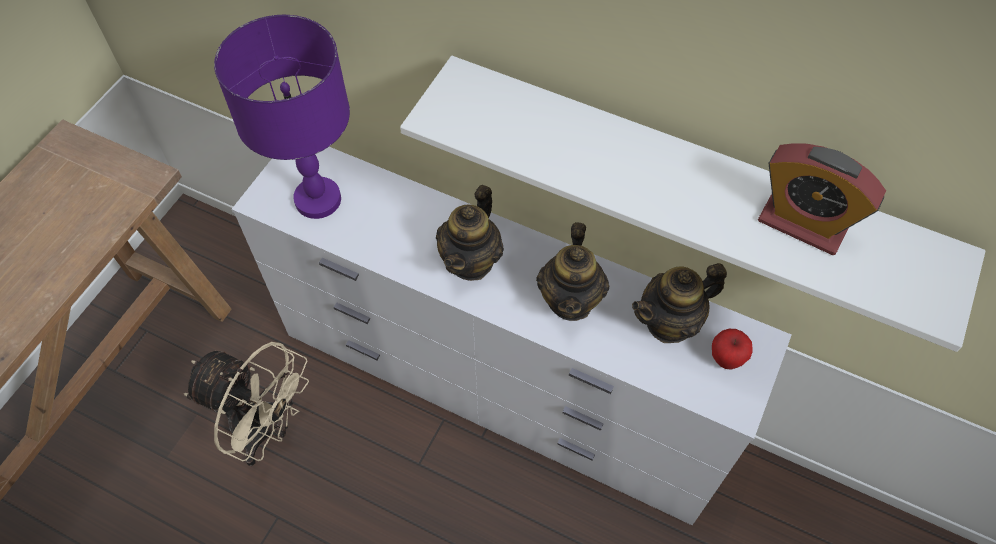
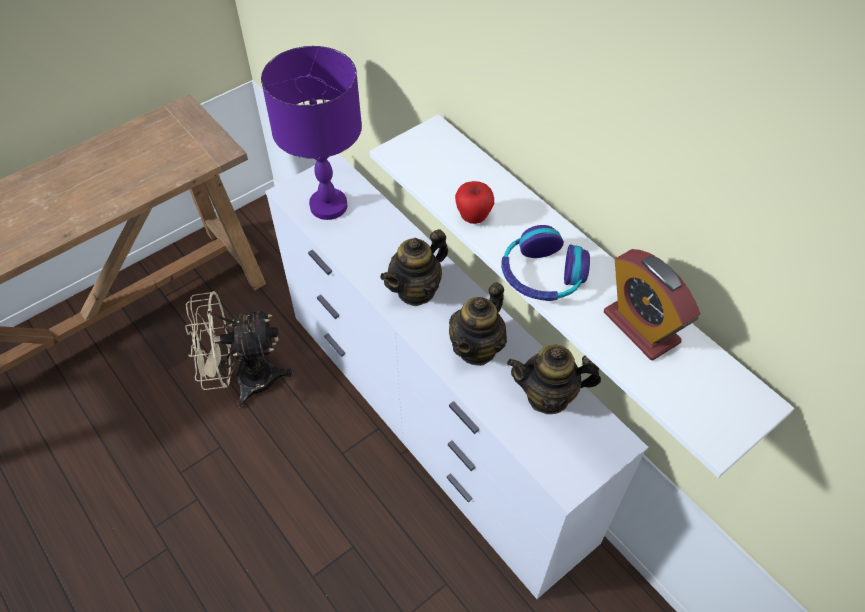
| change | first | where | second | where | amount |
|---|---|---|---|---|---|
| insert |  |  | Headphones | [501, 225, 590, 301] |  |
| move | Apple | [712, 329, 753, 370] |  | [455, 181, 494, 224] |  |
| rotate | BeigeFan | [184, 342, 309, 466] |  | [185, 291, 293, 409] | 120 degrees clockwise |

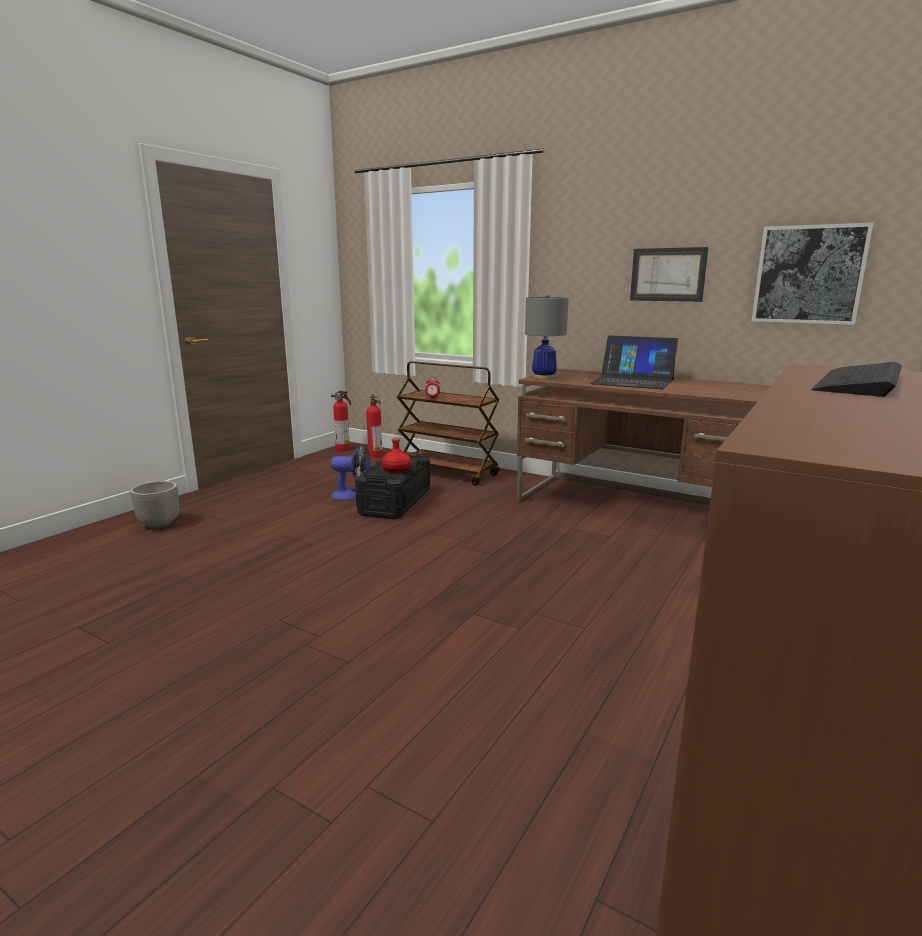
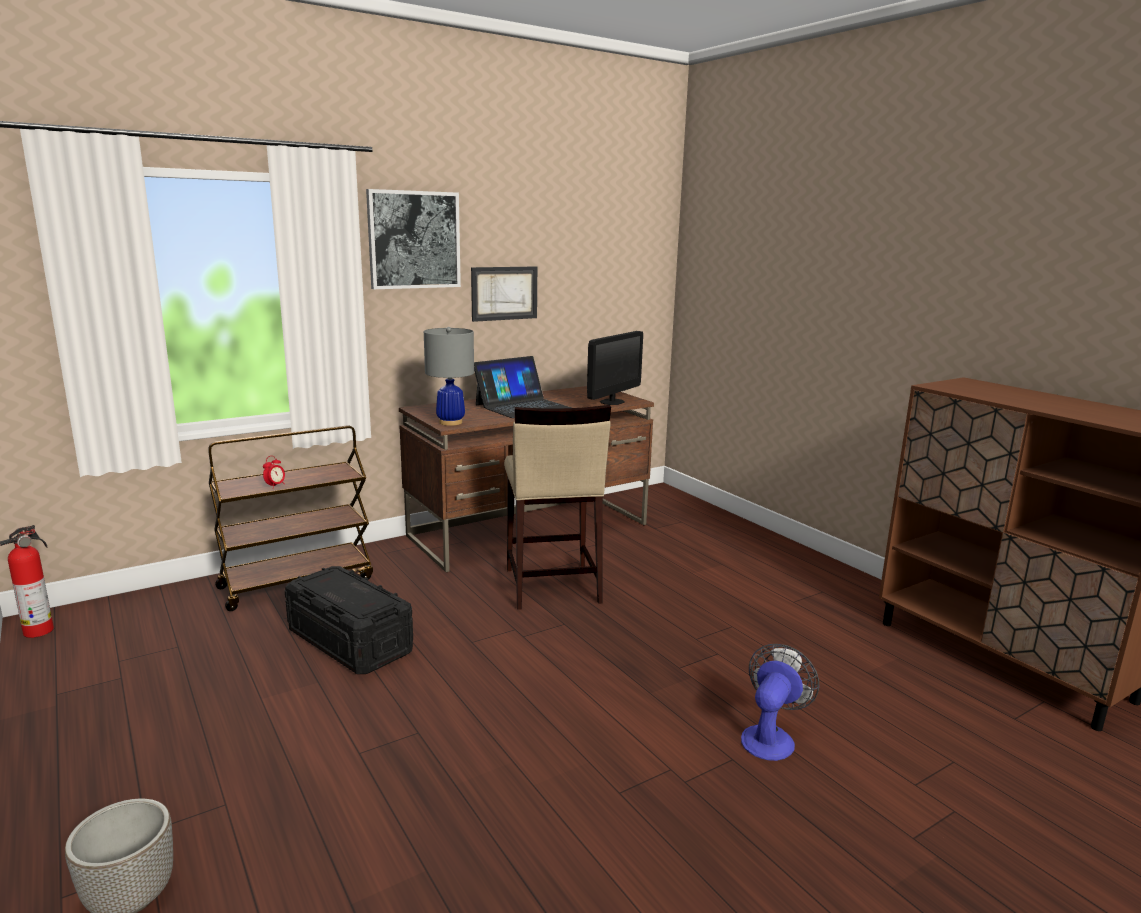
| change | first | where | second | where | amount |
|---|---|---|---|---|---|
| delete | FireExtinguisher | [366, 394, 383, 458] |  |  |  |
| delete | RedBottle | [381, 438, 412, 473] |  |  |  |
| delete | Keyboard | [811, 362, 902, 397] |  |  |  |
| insert |  |  | BeigeStool | [504, 405, 611, 610] |  |
| insert |  |  | Monitor | [587, 331, 643, 405] |  |
| move | Fan | [330, 444, 370, 500] |  | [741, 644, 819, 761] |  |
| move | Picture | [752, 223, 873, 325] |  | [366, 189, 461, 289] |  |

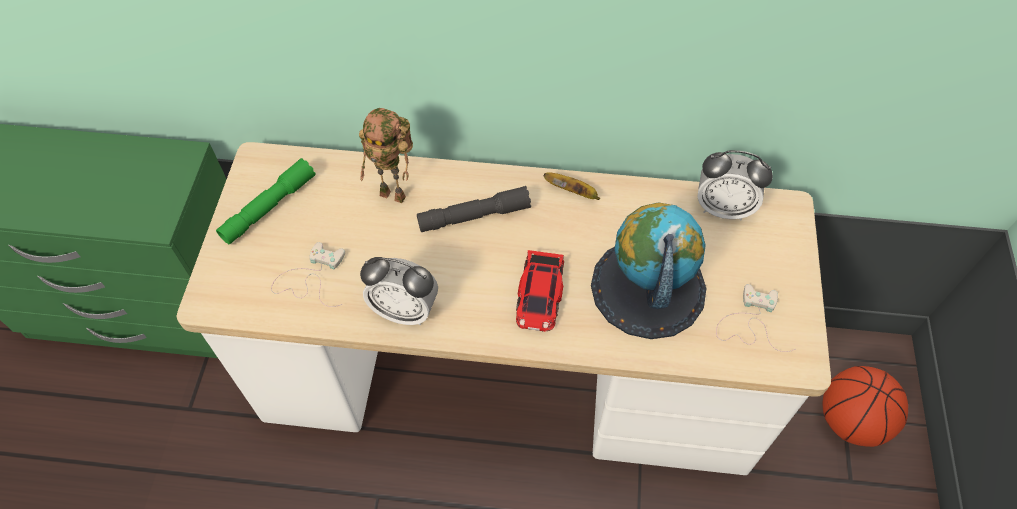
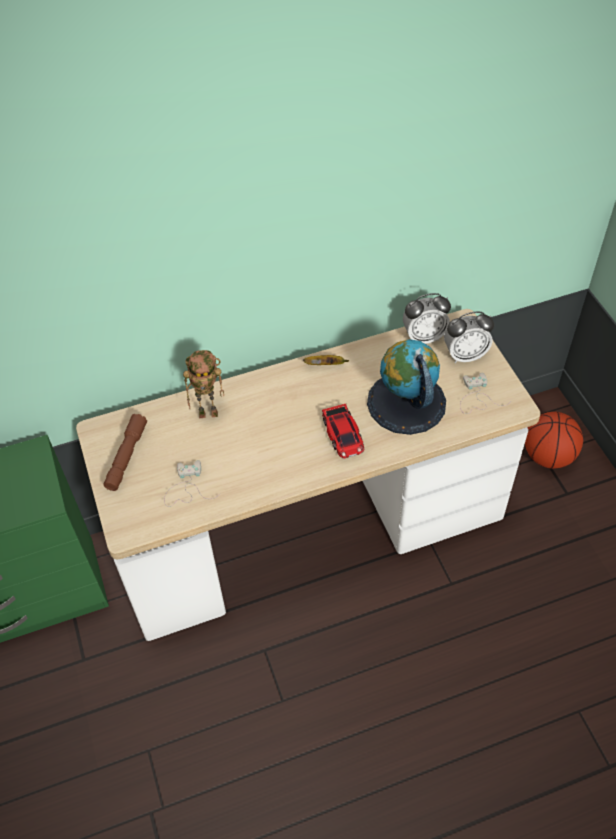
| change | first | where | second | where | amount |
|---|---|---|---|---|---|
| delete | GreyFlashlight | [417, 186, 531, 232] |  |  |  |
| move | AlarmClock | [360, 257, 438, 325] |  | [444, 312, 494, 363] |  |
| recolor | GreenFlashlight | [216, 158, 316, 244] | BrownFlashlight | [103, 414, 147, 491] |  |

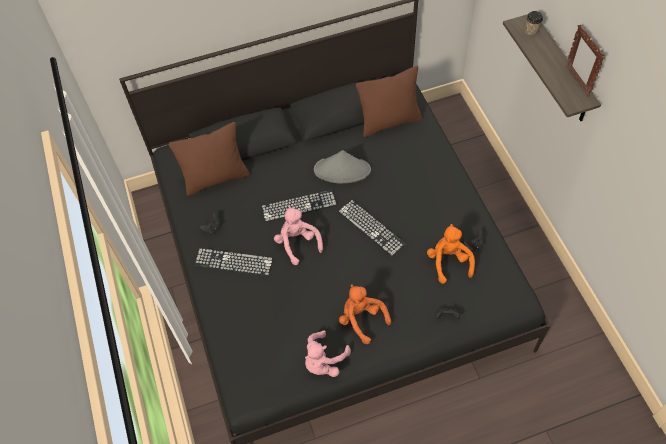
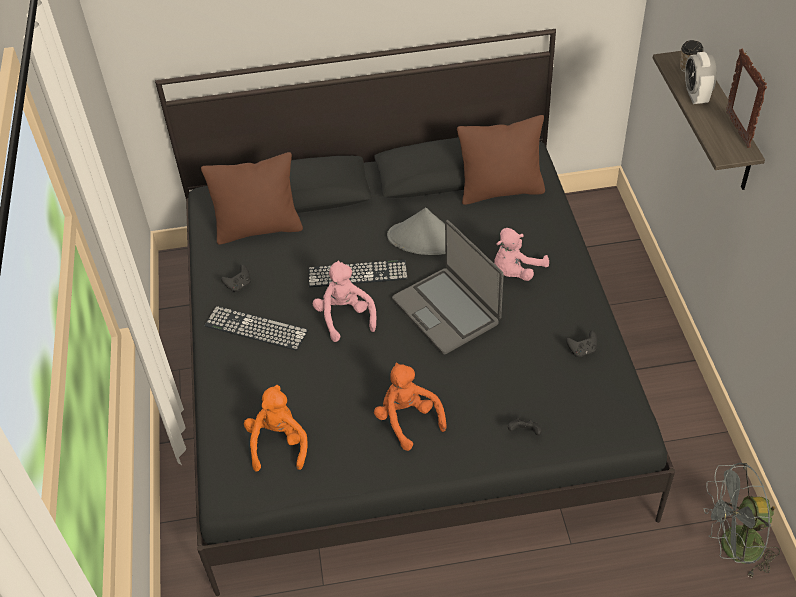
| change | first | where | second | where | amount |
|---|---|---|---|---|---|
| insert |  |  | AlarmClock | [685, 52, 717, 104] |  |
| insert |  |  | GreyFan | [704, 463, 780, 579] |  |
| move | PinkPlushToy | [305, 330, 351, 377] |  | [494, 228, 549, 281] |  |
| move | OrangePlushToy | [427, 224, 475, 284] |  | [244, 385, 308, 471] |  |
| replace | Keyboard | [338, 200, 405, 256] | Laptop | [392, 220, 503, 354] |  |

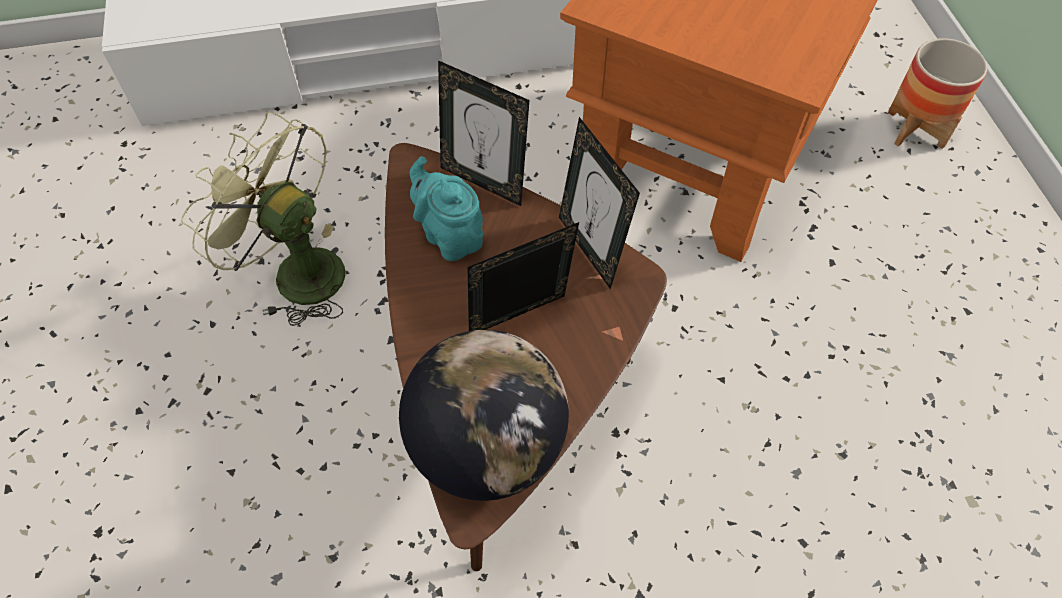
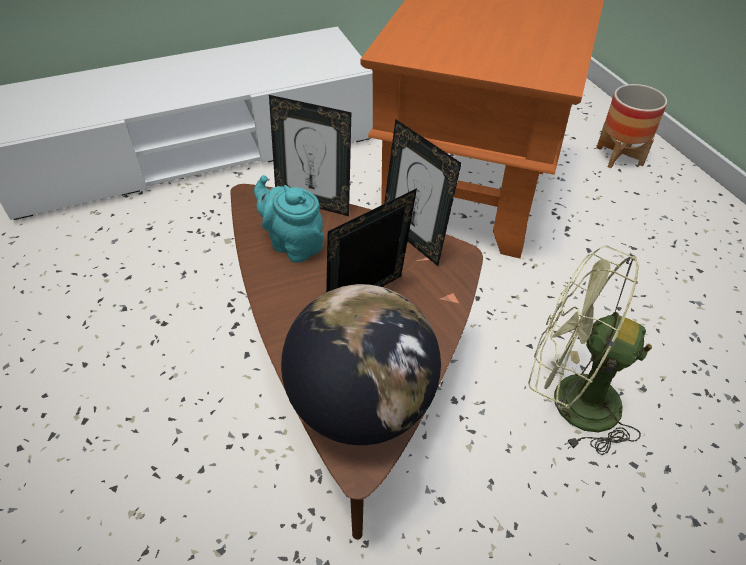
| change | first | where | second | where | amount |
|---|---|---|---|---|---|
| move | GreenFan | [181, 111, 346, 326] |  | [528, 246, 652, 455] |  |

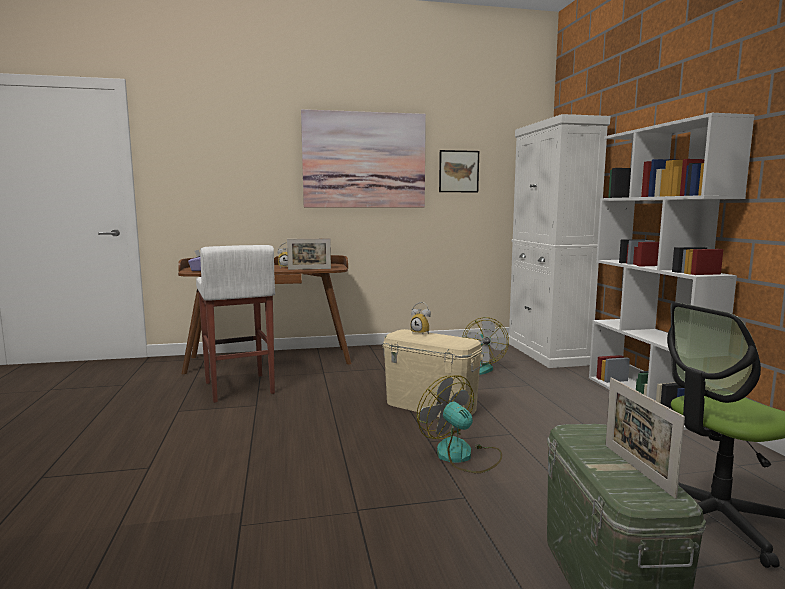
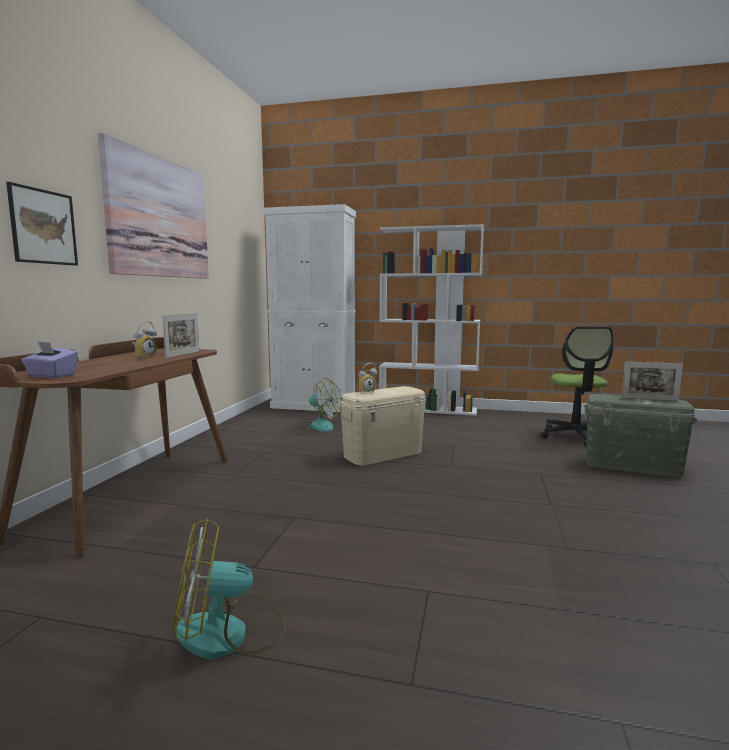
| change | first | where | second | where | amount |
|---|---|---|---|---|---|
| delete | WhiteStool | [196, 245, 275, 403] |  |  |  |
| move | Fan | [417, 375, 502, 473] |  | [173, 519, 285, 660] |  |
| move | Picture | [439, 150, 479, 192] |  | [6, 182, 78, 266] |  |

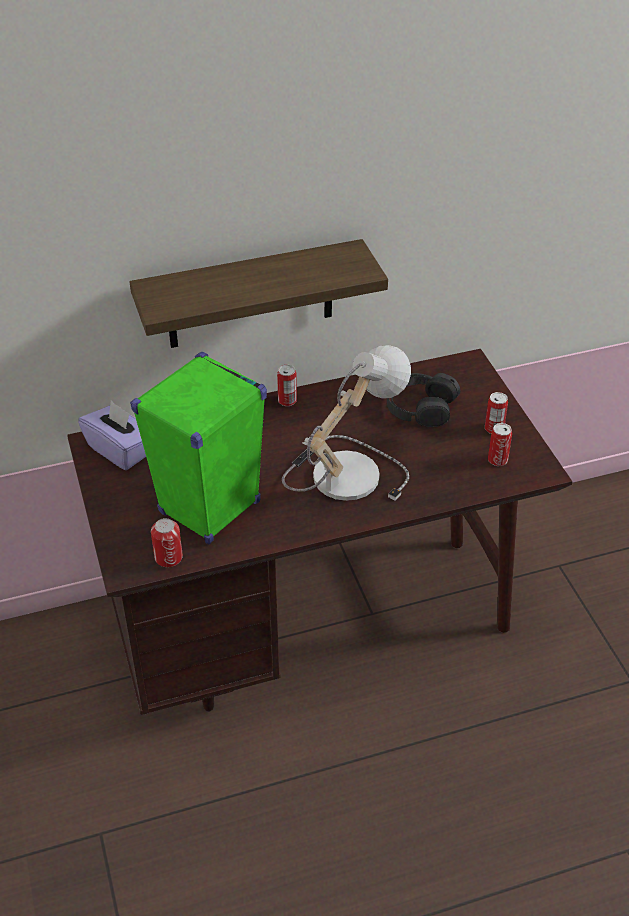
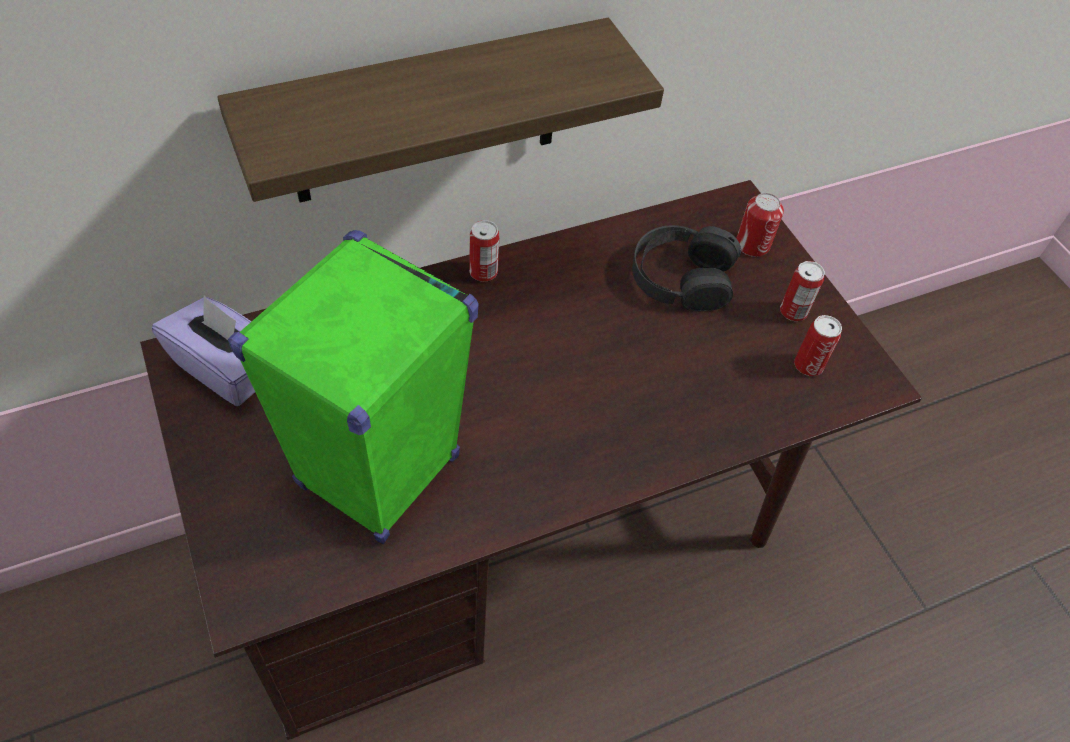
| change | first | where | second | where | amount |
|---|---|---|---|---|---|
| delete | TableLamp | [282, 345, 411, 501] |  |  |  |
| move | Can | [151, 518, 183, 567] |  | [736, 193, 784, 257] |  |

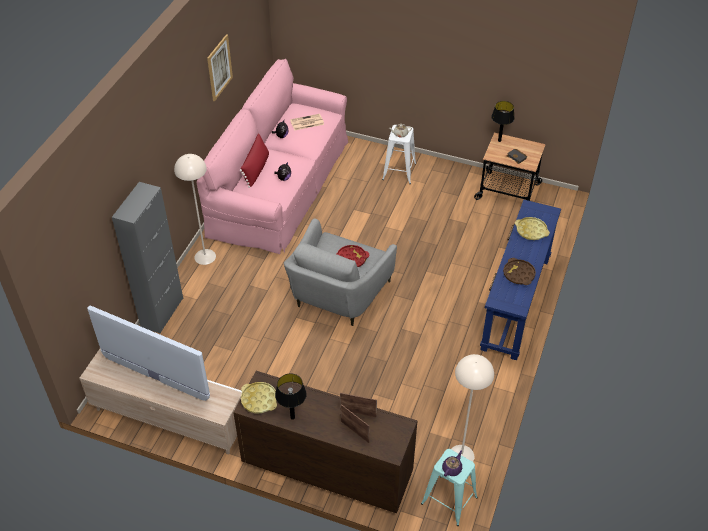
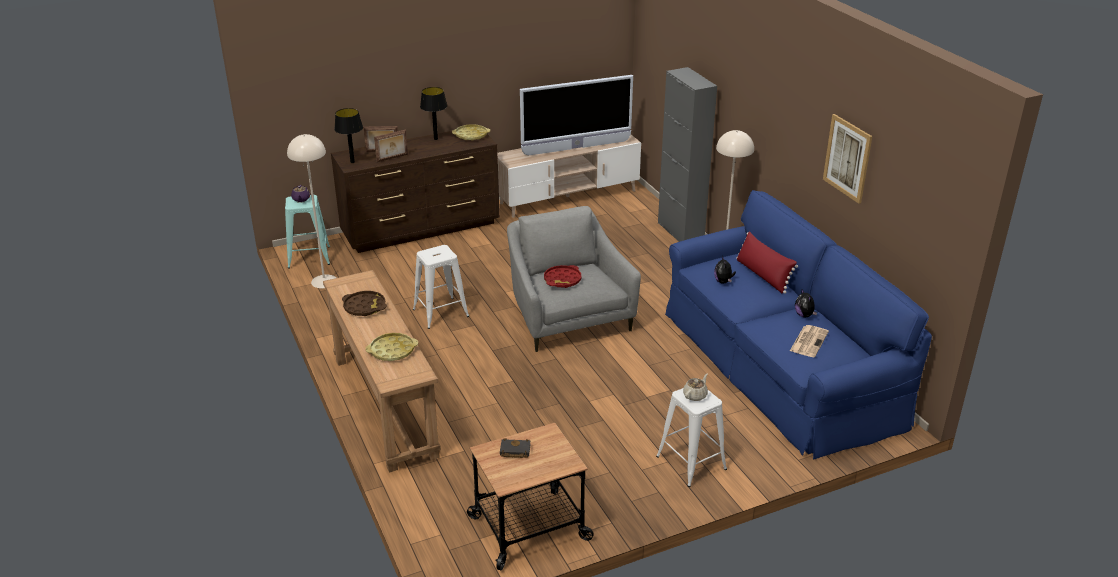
| change | first | where | second | where | amount |
|---|---|---|---|---|---|
| insert |  |  | WhiteStool | [413, 245, 469, 329] |  |
| move | BlackTableLamp | [491, 101, 515, 142] |  | [334, 108, 363, 163] |  |
| recolor | PinkSofa | [197, 59, 348, 254] | BlueSofa | [665, 190, 932, 459] |  |
| recolor | BlueConsoleTable | [480, 200, 561, 360] | BrownConsoleTable | [323, 270, 441, 473] |  |

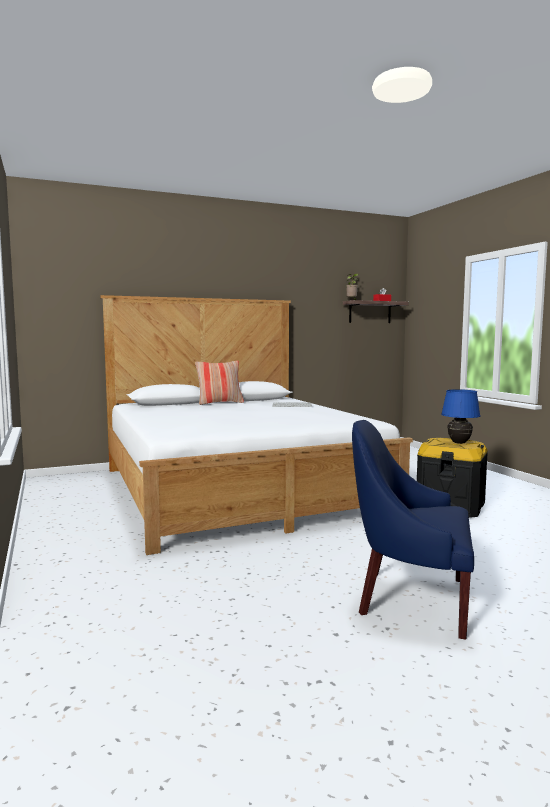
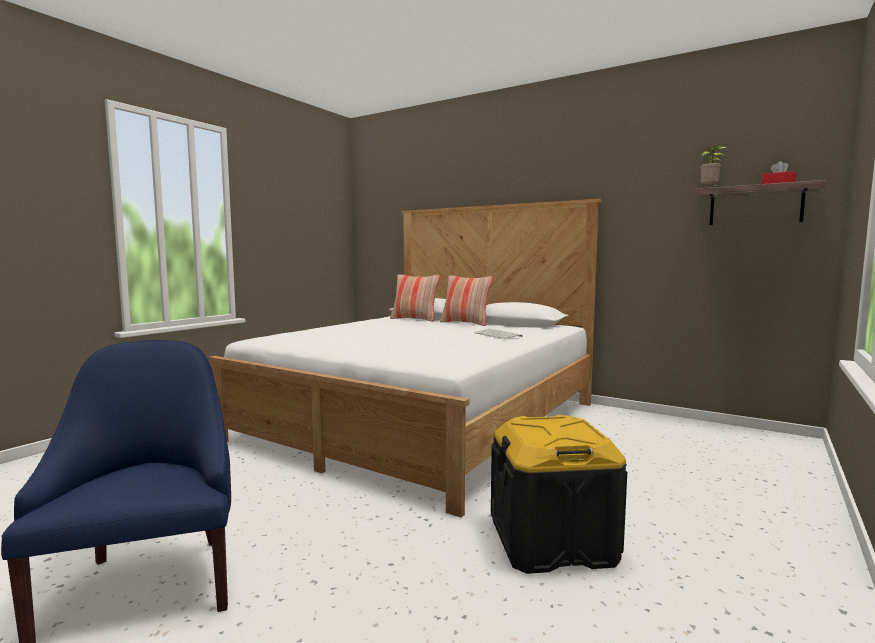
| change | first | where | second | where | amount |
|---|---|---|---|---|---|
| delete | BlueTableLamp | [441, 389, 480, 444] |  |  |  |
| insert |  |  | Pillow | [390, 274, 440, 322] |  |

